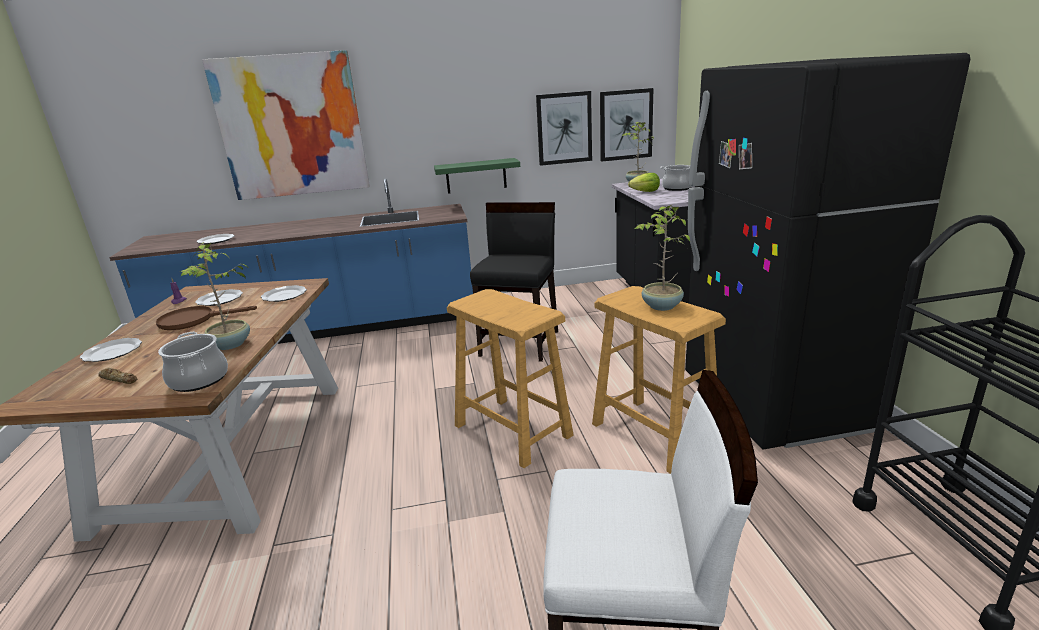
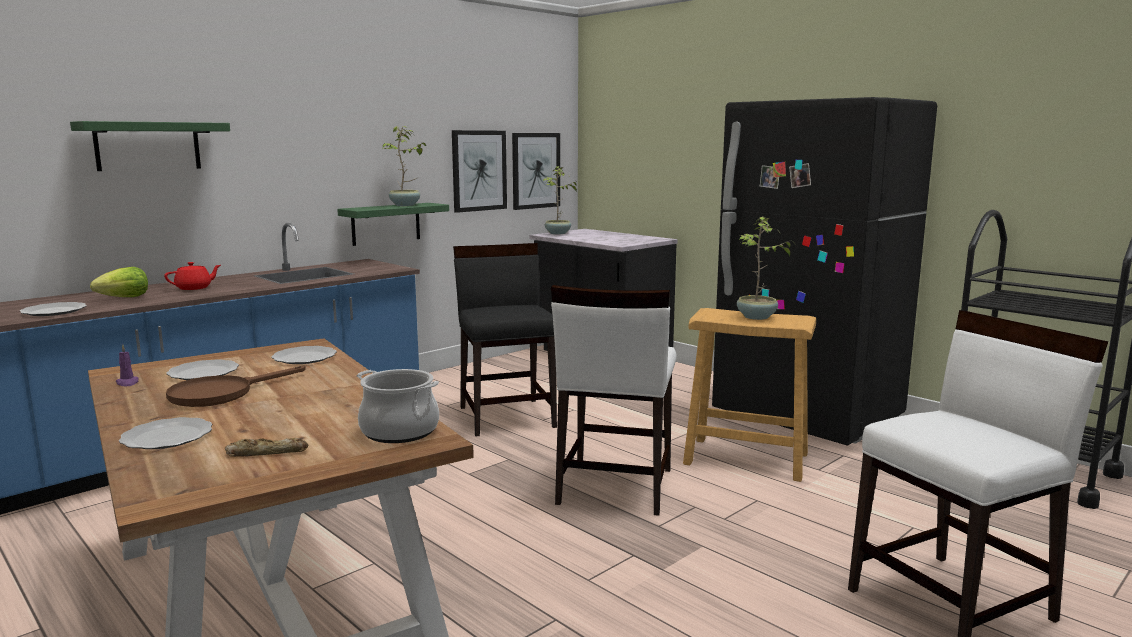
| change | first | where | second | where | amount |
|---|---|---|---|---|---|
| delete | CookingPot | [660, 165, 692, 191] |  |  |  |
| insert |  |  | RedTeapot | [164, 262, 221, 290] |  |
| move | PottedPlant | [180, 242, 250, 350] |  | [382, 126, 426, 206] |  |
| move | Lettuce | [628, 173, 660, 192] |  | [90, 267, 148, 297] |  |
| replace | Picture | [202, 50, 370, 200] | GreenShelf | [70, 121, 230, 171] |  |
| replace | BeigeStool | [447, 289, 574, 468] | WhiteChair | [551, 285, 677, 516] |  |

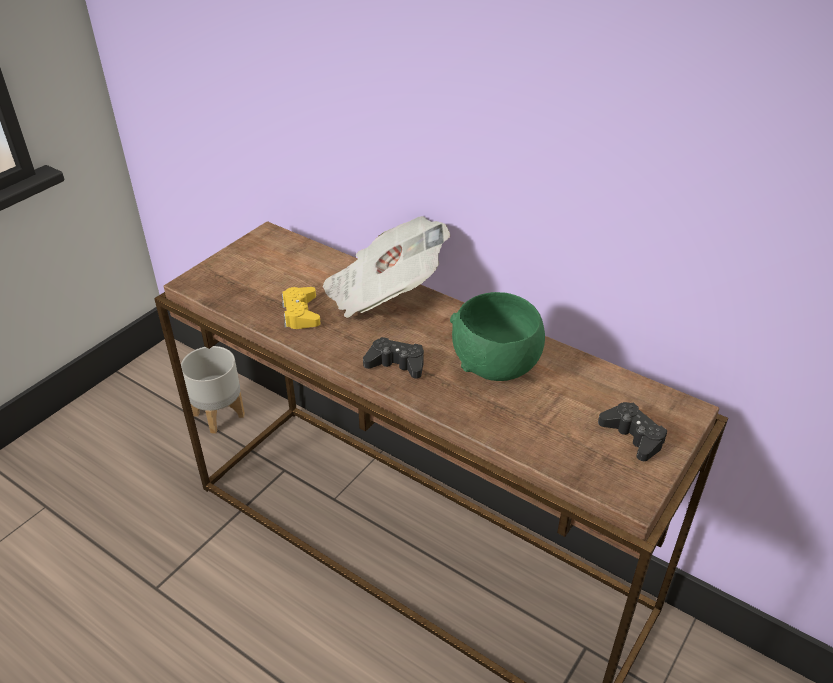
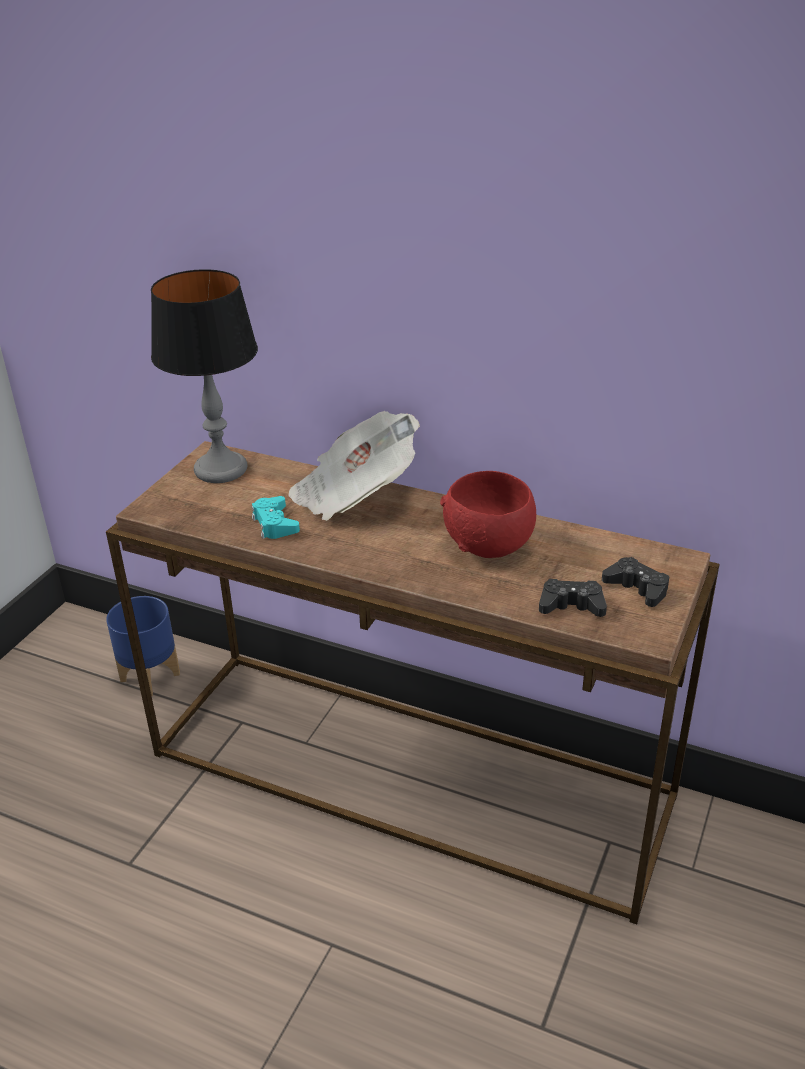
| change | first | where | second | where | amount |
|---|---|---|---|---|---|
| insert |  |  | TableLamp | [151, 269, 258, 483] |  |
| move | BlackGameController | [363, 337, 424, 379] |  | [539, 579, 607, 617] |  |
| recolor | GreyPlanter | [181, 346, 245, 433] | BluePlanter | [106, 596, 180, 696] |  |
| recolor | YellowGameController | [282, 287, 321, 329] | TurquoiseGameController | [251, 496, 300, 539] |  |
| recolor | GreenBowl | [450, 292, 545, 381] | RedBowl | [440, 471, 536, 558] |  |

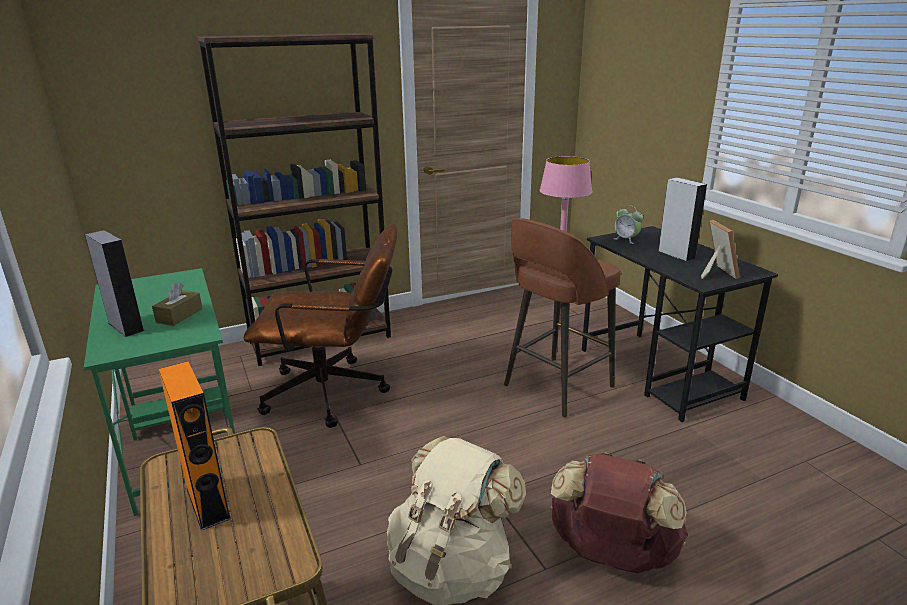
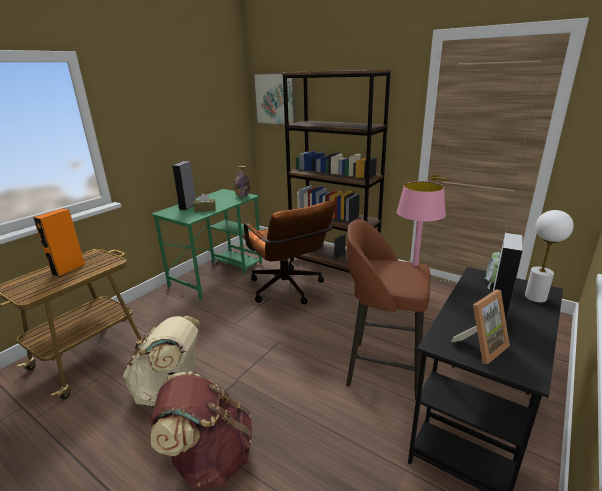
| change | first | where | second | where | amount |
|---|---|---|---|---|---|
| insert |  |  | Bottle | [234, 166, 250, 197] |  |
| insert |  |  | Picture | [253, 72, 297, 125] |  |
| insert |  |  | WhiteTableLamp | [525, 210, 574, 303] |  |

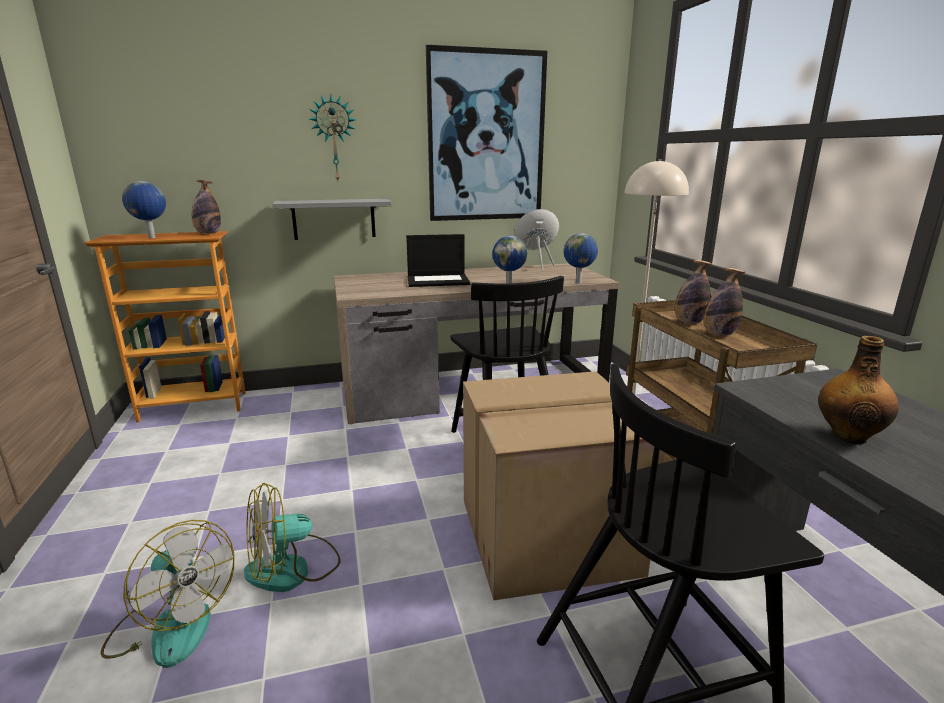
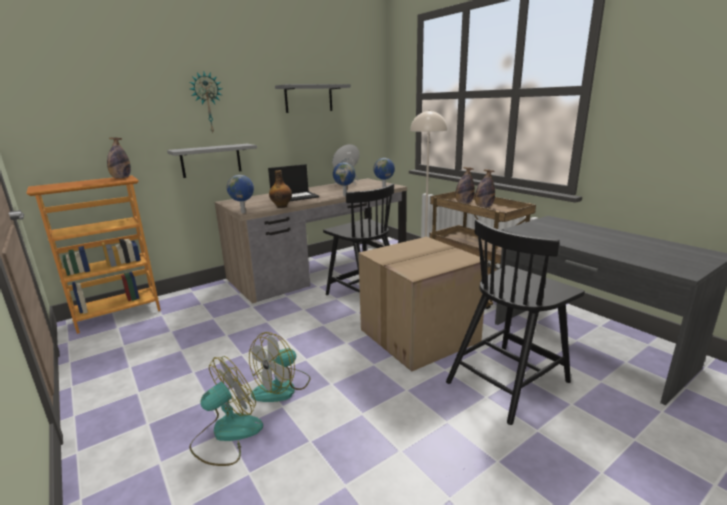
| change | first | where | second | where | amount |
|---|---|---|---|---|---|
| move | Globe | [122, 181, 166, 238] |  | [227, 175, 254, 213] |  |
| move | Bottle | [818, 336, 899, 445] |  | [269, 170, 292, 208] |  |
| replace | Picture | [426, 45, 547, 221] | GreyShelf | [275, 84, 351, 113] |  |
| rotate | Fan | [100, 520, 234, 668] |  | [189, 356, 263, 466] | 60 degrees counterclockwise |

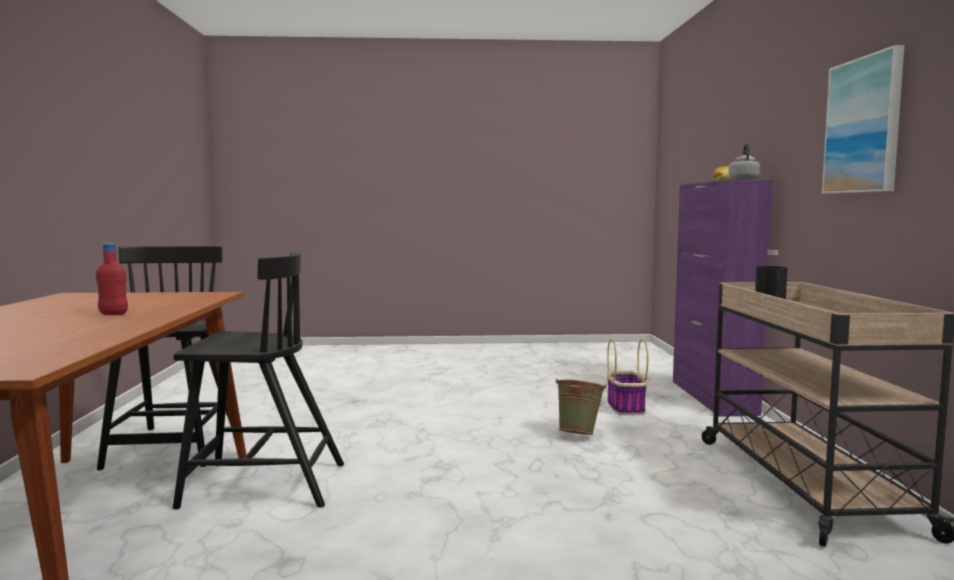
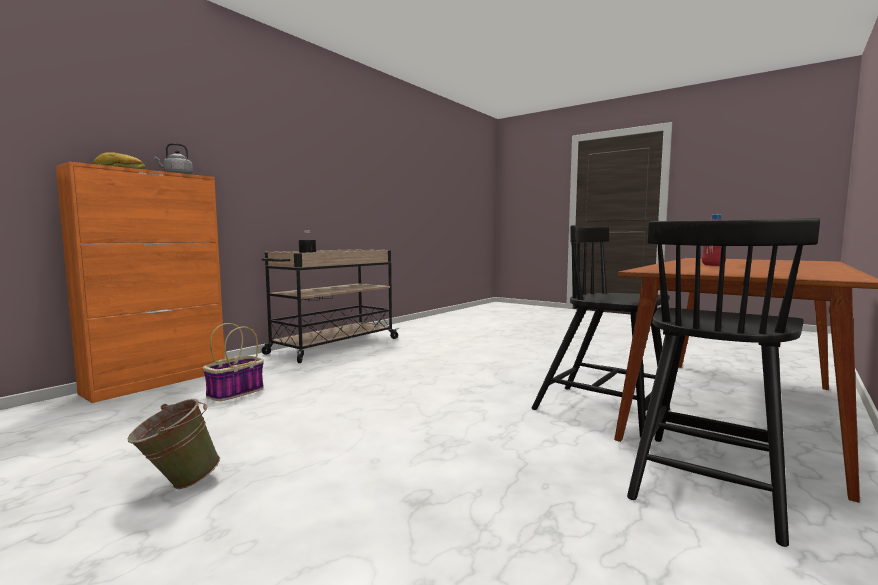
| change | first | where | second | where | amount |
|---|---|---|---|---|---|
| delete | Picture | [822, 45, 904, 194] |  |  |  |
| move | GreenBucket | [555, 379, 607, 435] |  | [128, 399, 220, 489] |  |
| recolor | PurpleCabinet | [673, 180, 773, 417] | OrangeCabinet | [56, 162, 225, 403] |  |

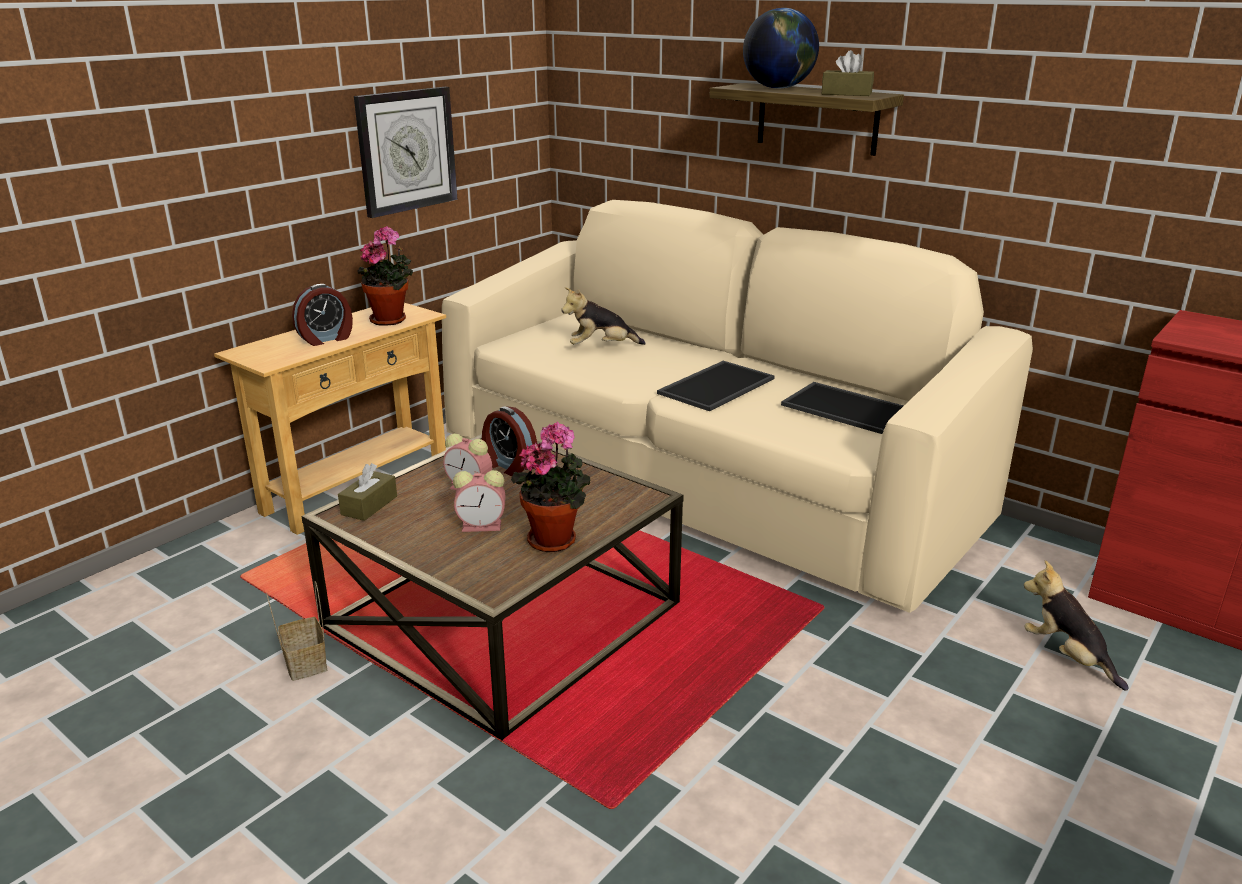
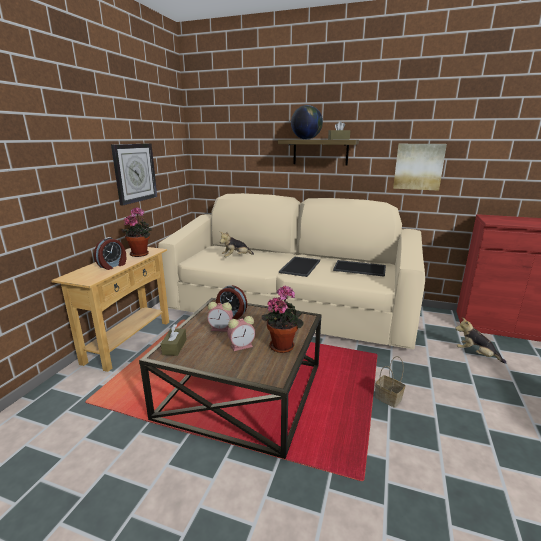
| change | first | where | second | where | amount |
|---|---|---|---|---|---|
| insert |  |  | Picture | [393, 144, 447, 191] |  |
| move | Basket | [266, 581, 327, 681] |  | [375, 356, 405, 408] |  |

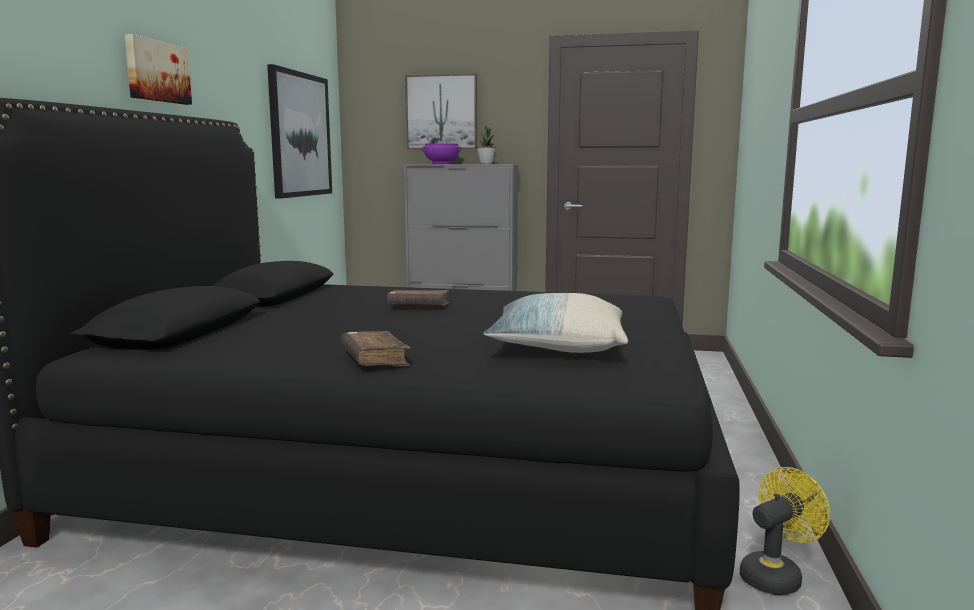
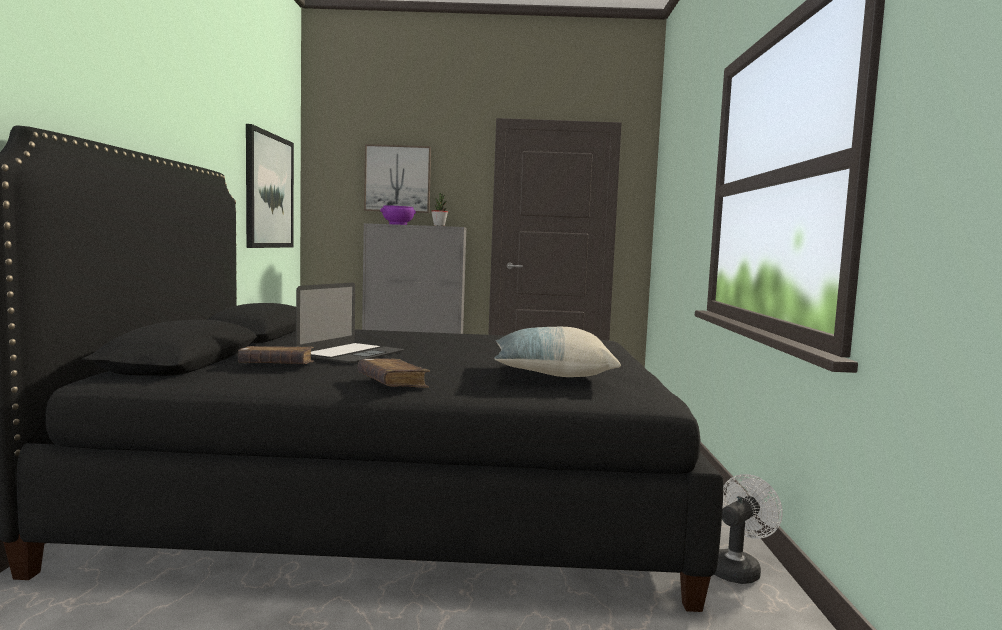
| change | first | where | second | where | amount |
|---|---|---|---|---|---|
| delete | Picture | [125, 34, 192, 105] |  |  |  |
| insert |  |  | Laptop | [296, 283, 404, 363] |  |
| move | BrownBook | [387, 290, 449, 306] |  | [238, 346, 314, 364] |  |
| recolor | YellowFan | [740, 467, 830, 595] | WhiteFan | [714, 474, 783, 584] |  |

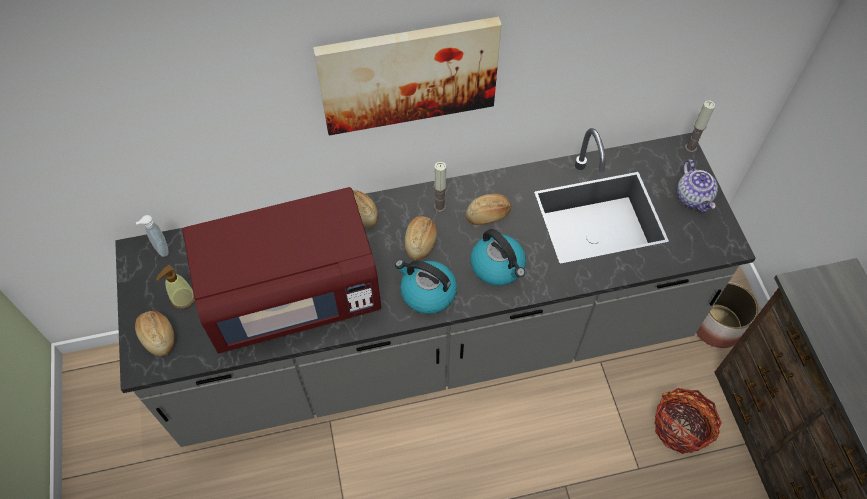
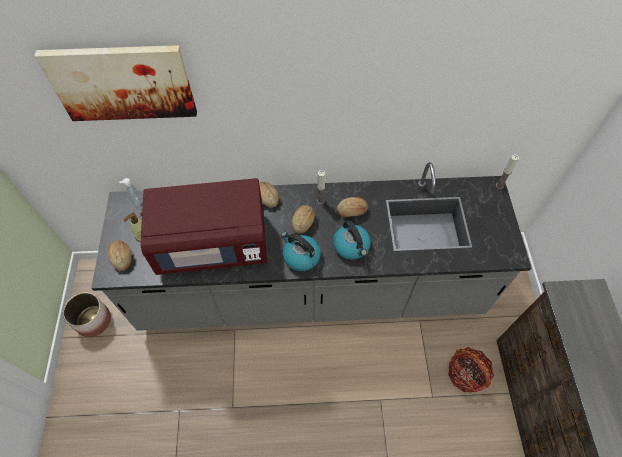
| change | first | where | second | where | amount |
|---|---|---|---|---|---|
| delete | Teapot | [677, 159, 718, 213] |  |  |  |
| move | Picture | [313, 17, 502, 135] |  | [34, 45, 197, 121] |  |
| move | Planter | [696, 282, 759, 348] |  | [63, 292, 111, 337] |  |

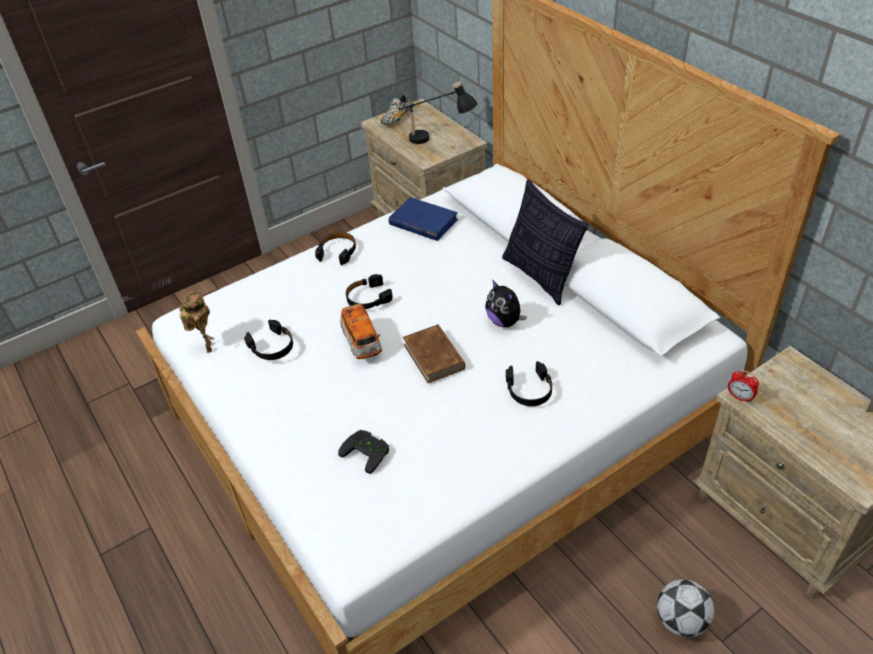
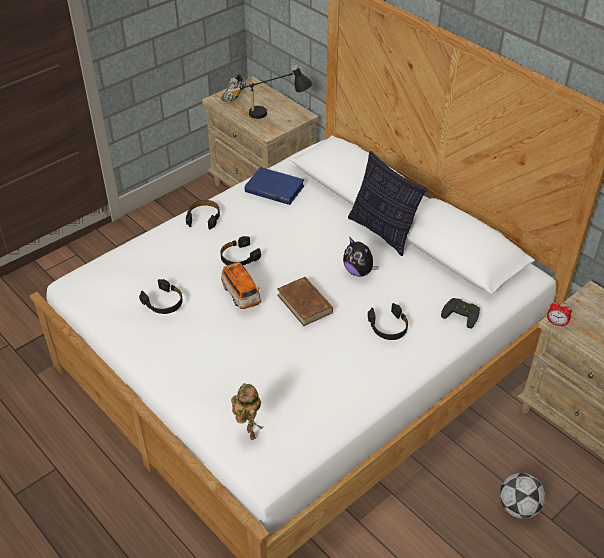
| change | first | where | second | where | amount |
|---|---|---|---|---|---|
| move | ToyRobot | [179, 291, 214, 353] |  | [231, 383, 264, 440] |  |
| move | BlackGameController | [338, 430, 389, 474] |  | [441, 298, 480, 329] |  |

